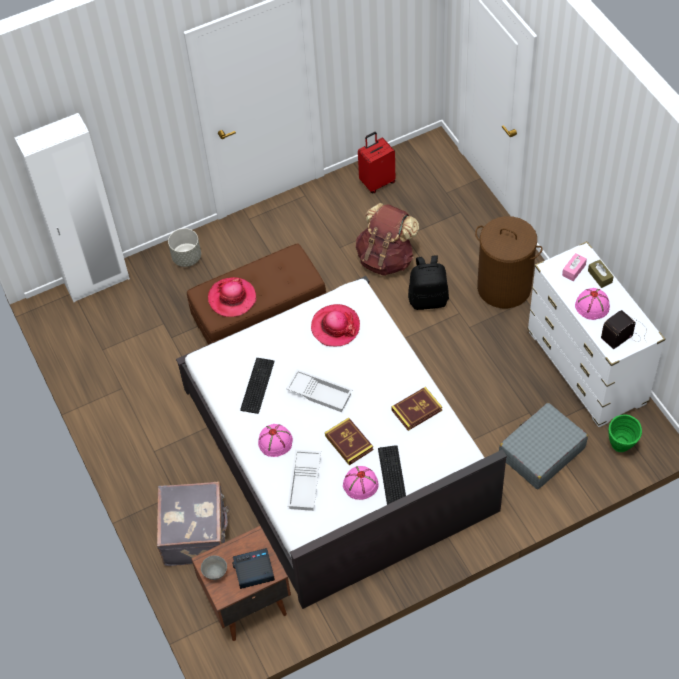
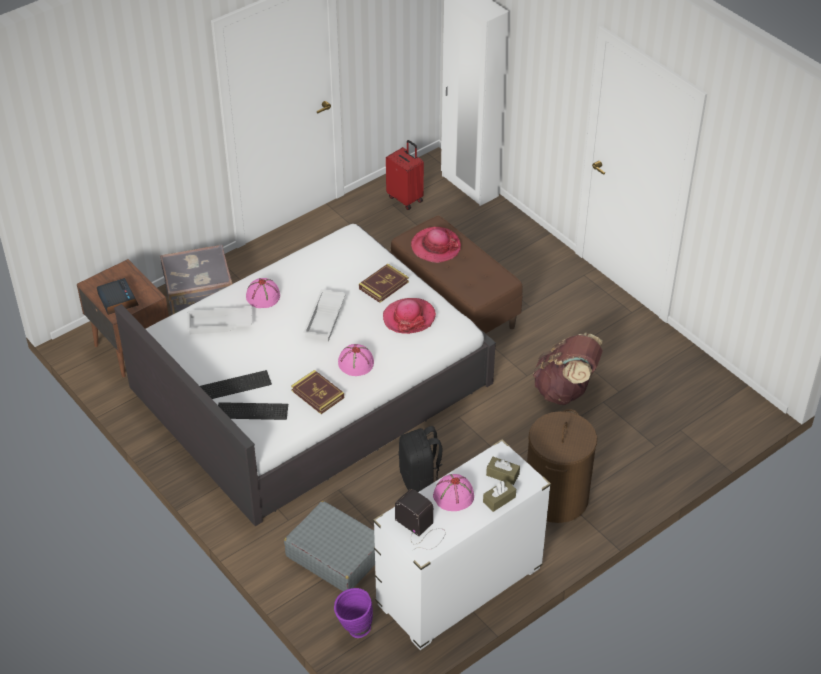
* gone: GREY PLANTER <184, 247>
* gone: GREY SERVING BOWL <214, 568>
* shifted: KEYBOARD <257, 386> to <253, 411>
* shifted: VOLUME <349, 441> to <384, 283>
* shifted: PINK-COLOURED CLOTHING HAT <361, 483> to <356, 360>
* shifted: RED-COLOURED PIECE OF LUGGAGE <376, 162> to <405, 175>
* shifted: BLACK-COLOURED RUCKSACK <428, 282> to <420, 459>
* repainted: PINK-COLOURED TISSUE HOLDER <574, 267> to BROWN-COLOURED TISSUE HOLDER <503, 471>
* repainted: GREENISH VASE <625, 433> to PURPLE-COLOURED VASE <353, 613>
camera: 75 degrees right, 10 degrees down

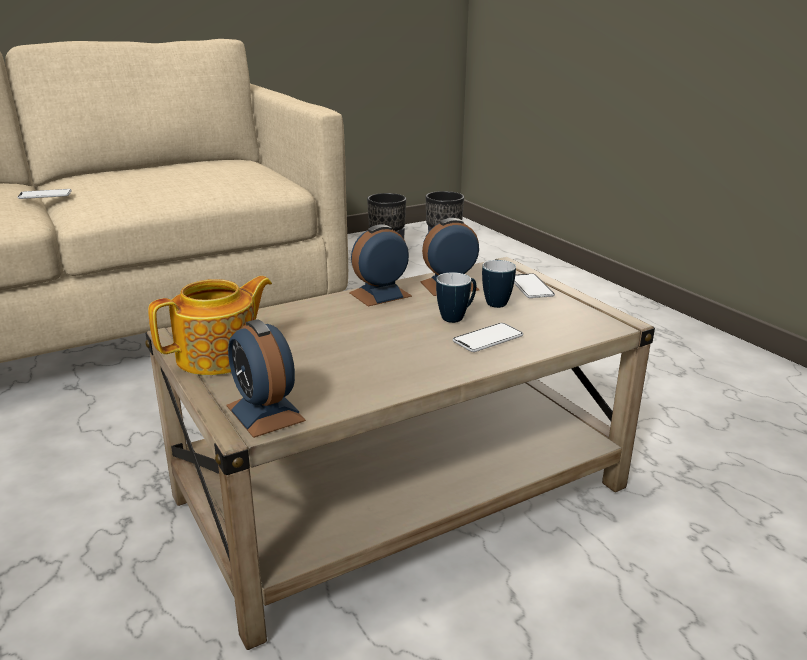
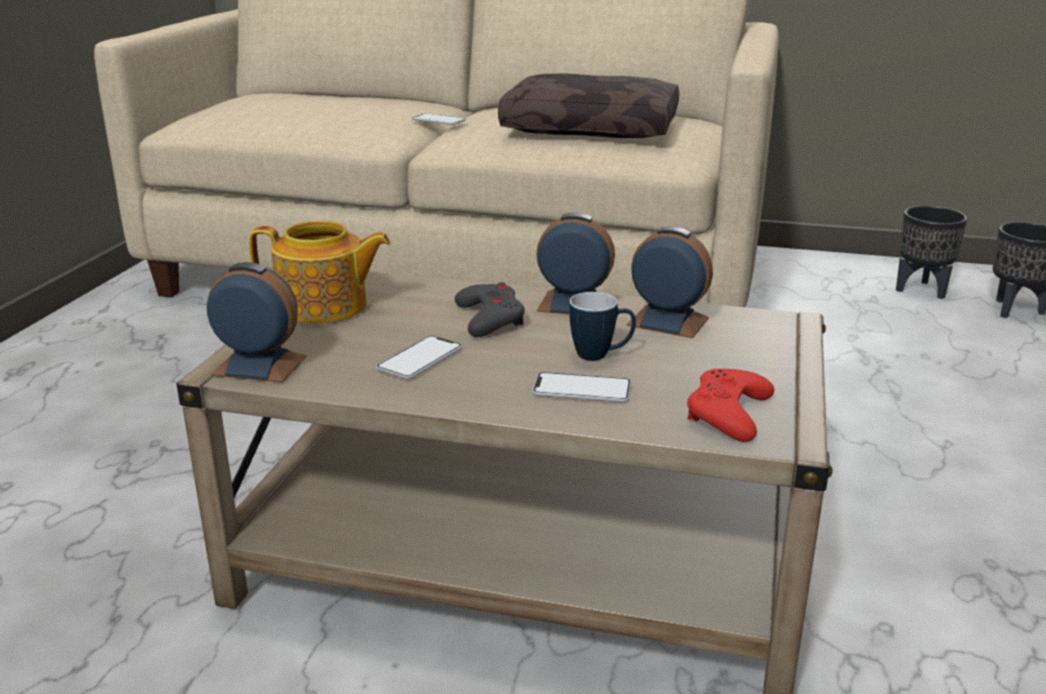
* gone: MUG <499, 284>
* new: GREY GAME CONTROLLER <490, 309>
* new: BROWN-COLOURED PILLOW <588, 105>
* new: RED-COLOURED GAME CONTROLLER <730, 405>
* shifted: PHONE <534, 285> to <419, 357>
* rotated: BEDSIDE CLOCK <266, 378> = <256, 322> 90 degrees clockwise
camera: 45 degrees right, 0 degrees up

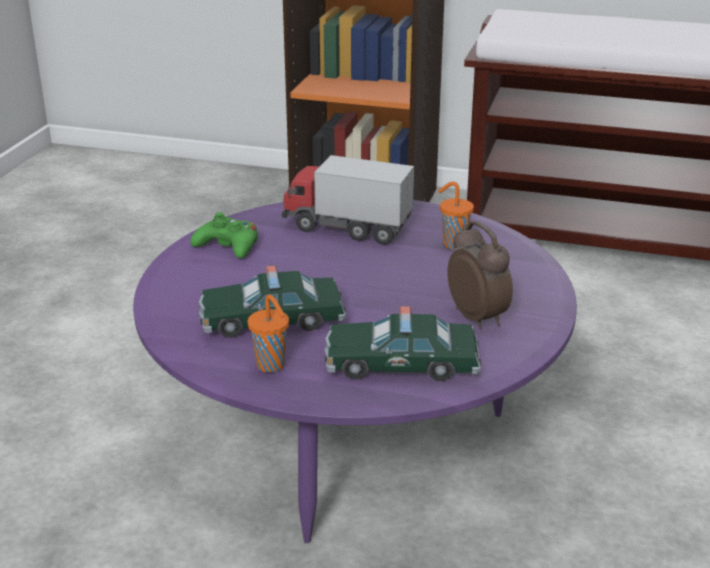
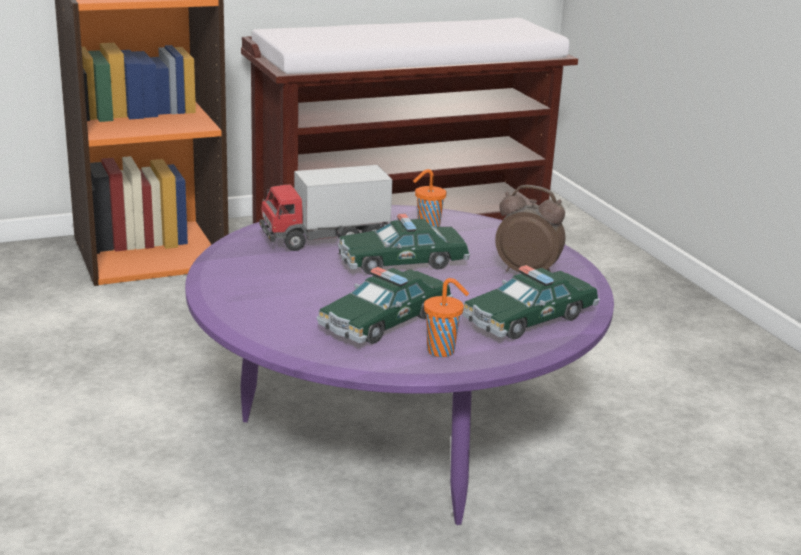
* gone: GREENISH GAME CONTROLLER <224, 235>
* new: MODEL CAR <404, 244>
camera: 40 degrees left, 5 degrees down

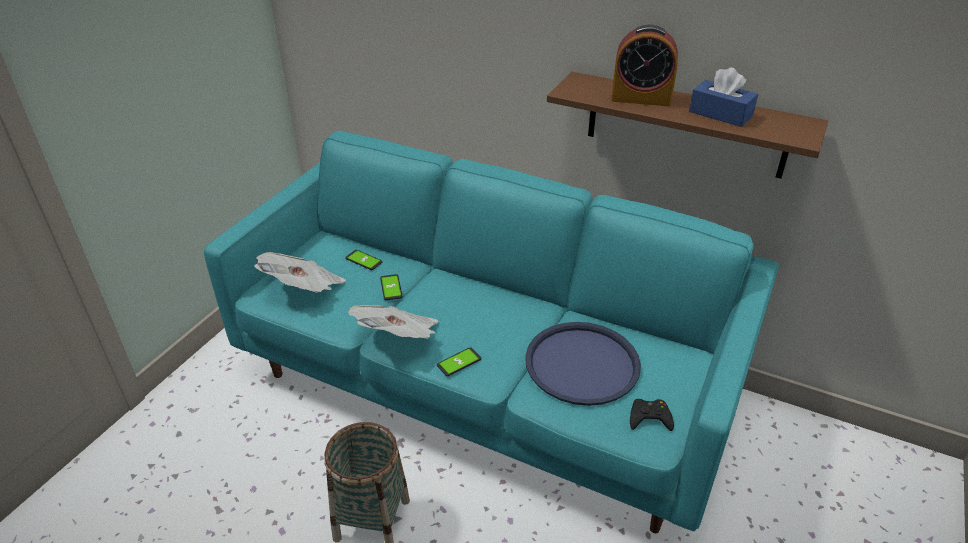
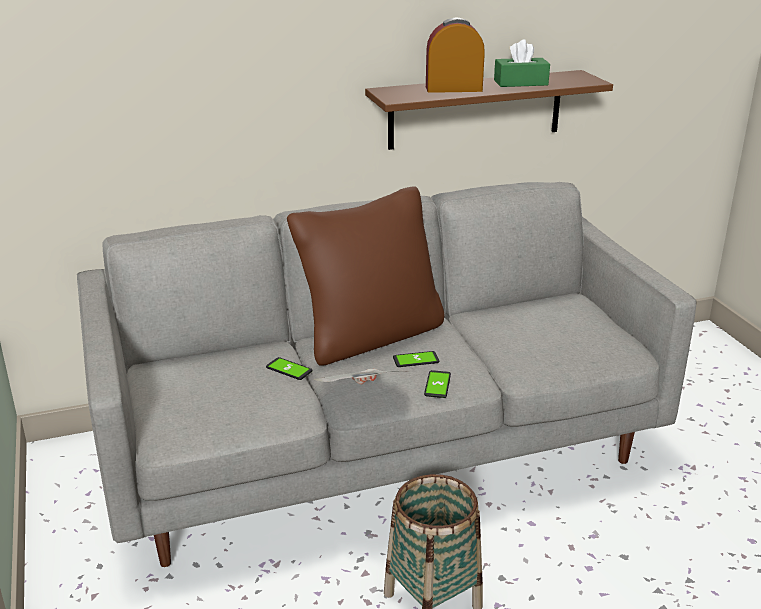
* gone: DAILY PAPER <300, 272>
* gone: BLUE CARRYING TRAY <583, 364>
* gone: BLACK-COLOURED GAME CONTROLLER <652, 415>
* new: BROWN-COLOURED PILLOW <365, 276>
* shifted: PHONE <363, 260> to <416, 359>
* repainted: BLUE-GREEN COUCH <491, 332> to GREY COUCH <386, 374>
* repainted: BLUE TISSUE HOLDER <723, 97> to GREENISH TISSUE HOLDER <522, 63>
* rotated: BEDSIDE CLOCK <644, 65> = <455, 55> 150 degrees counterclockwise
camera: 45 degrees left, 10 degrees down

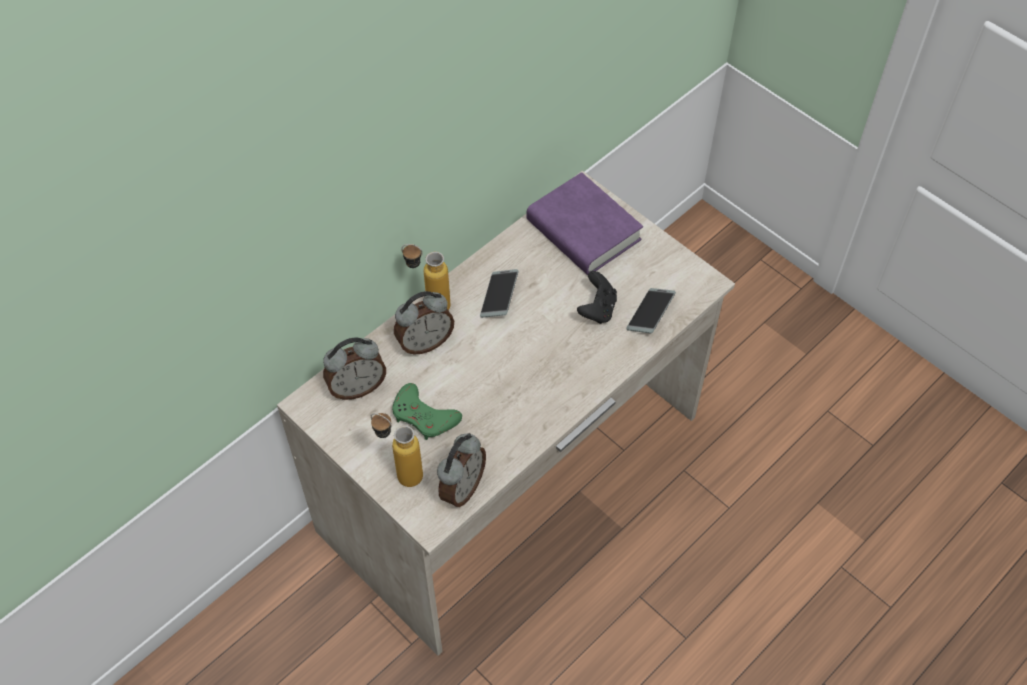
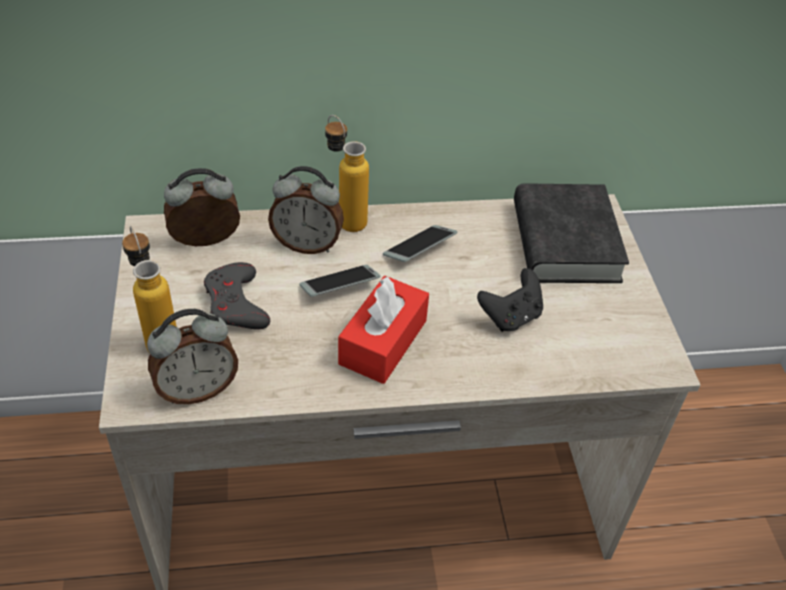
* new: RED-COLOURED TISSUE HOLDER <383, 330>
* shifted: PHONE <651, 310> to <340, 281>
* repainted: GREENISH GAME CONTROLLER <427, 411> to GREY GAME CONTROLLER <237, 296>
* repainted: PURPLE-COLOURED VOLUME <584, 223> to BLACK-COLOURED VOLUME <571, 233>
* rotated: BEDSIDE CLOCK <354, 368> = <202, 207> 150 degrees clockwise
camera: 35 degrees right, 10 degrees down

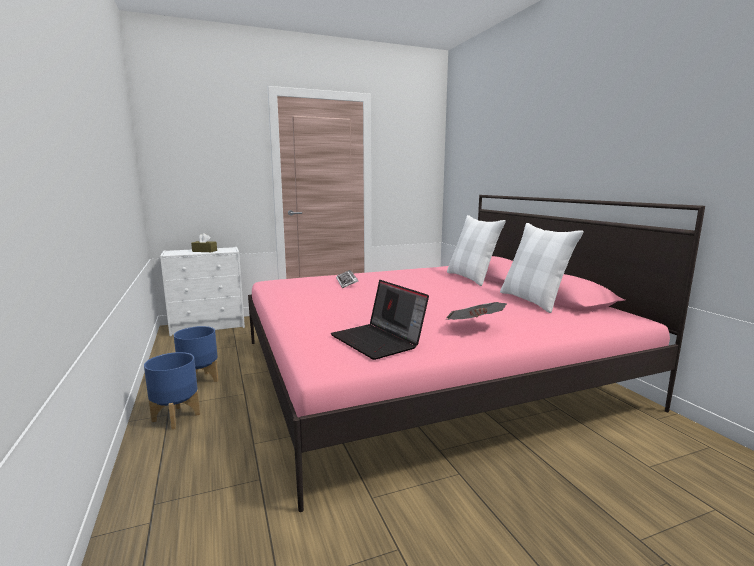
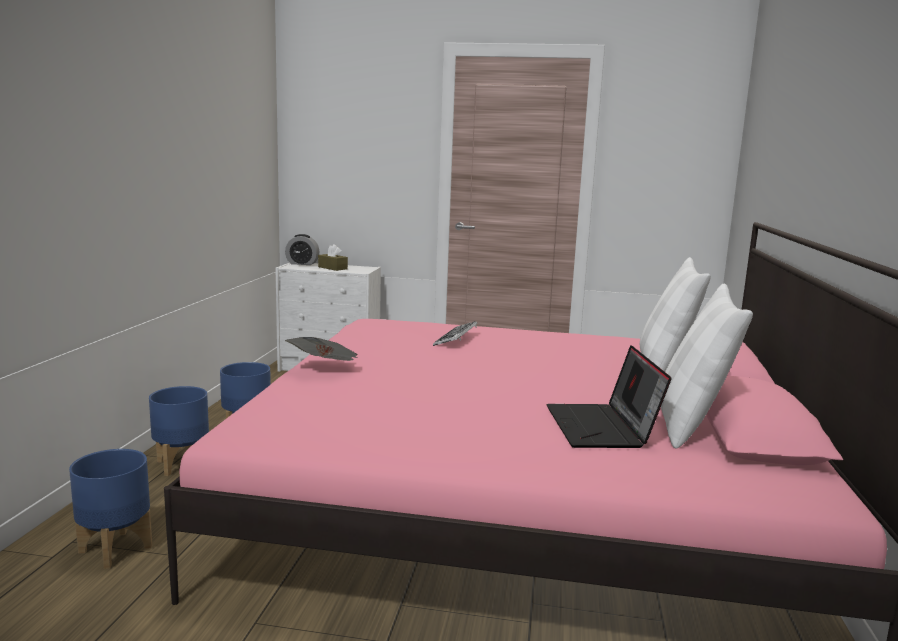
* new: BLUE PLANTER <110, 509>
* new: BEDSIDE CLOCK <302, 249>
* shifted: LAPTOP <380, 320> to <609, 396>
* shifted: DAILY PAPER <476, 311> to <321, 349>
camera: 30 degrees right, 0 degrees up

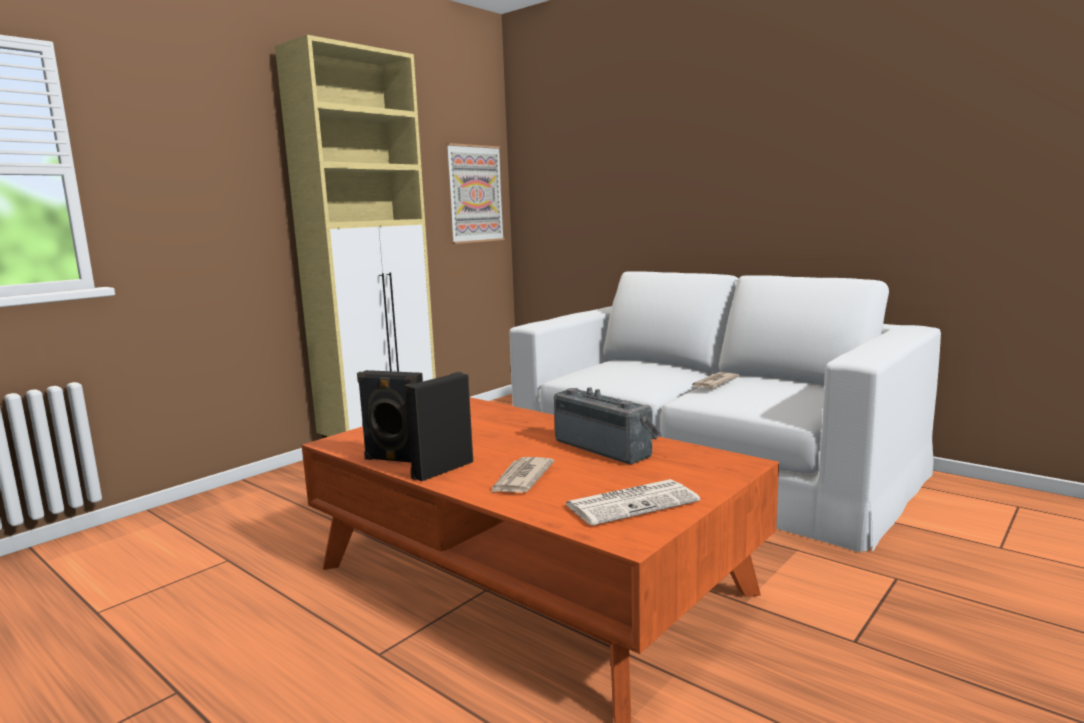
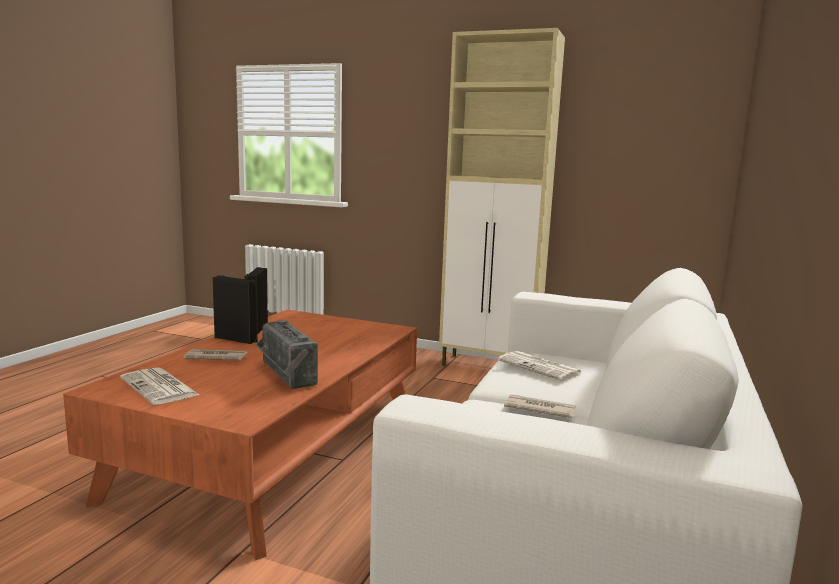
* gone: WALL ART <475, 193>
* new: DAILY PAPER <539, 366>
* rotated: RADIO SET <607, 425> = <286, 354> 120 degrees clockwise
camera: 70 degrees right, 0 degrees up

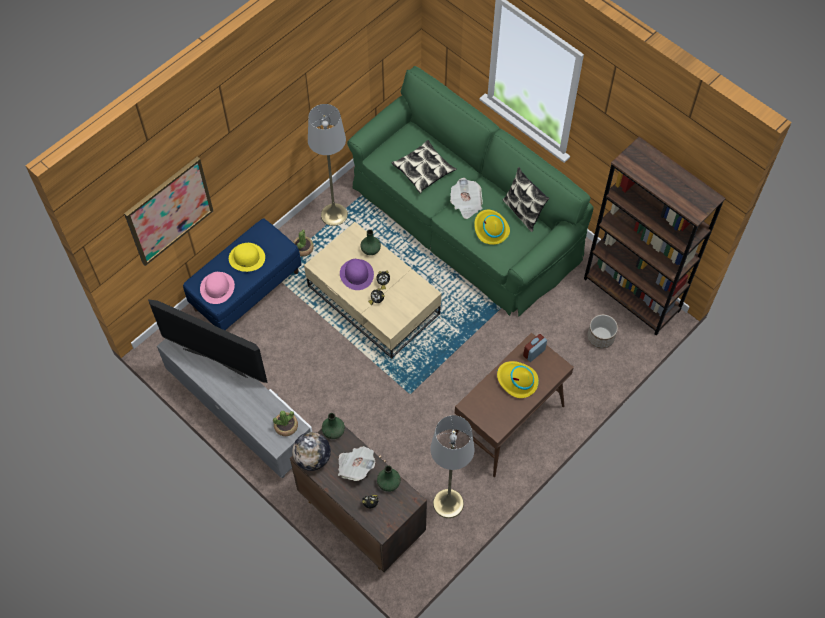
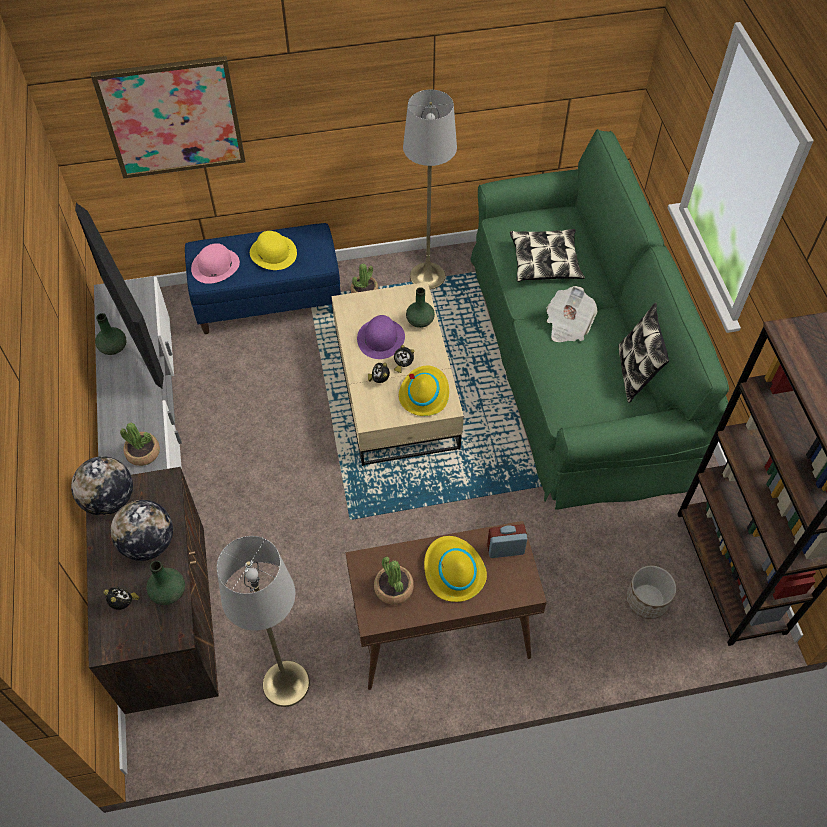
* new: PLANT IN A POT <394, 581>
* shifted: GREENISH VASE <333, 426> to <111, 334>
* shifted: YELLOW CLOTHING HAT <492, 227> to <424, 391>
* swapped: DAILY PAPER <356, 463> to GLOBE <141, 530>
camera: 35 degrees right, 5 degrees down

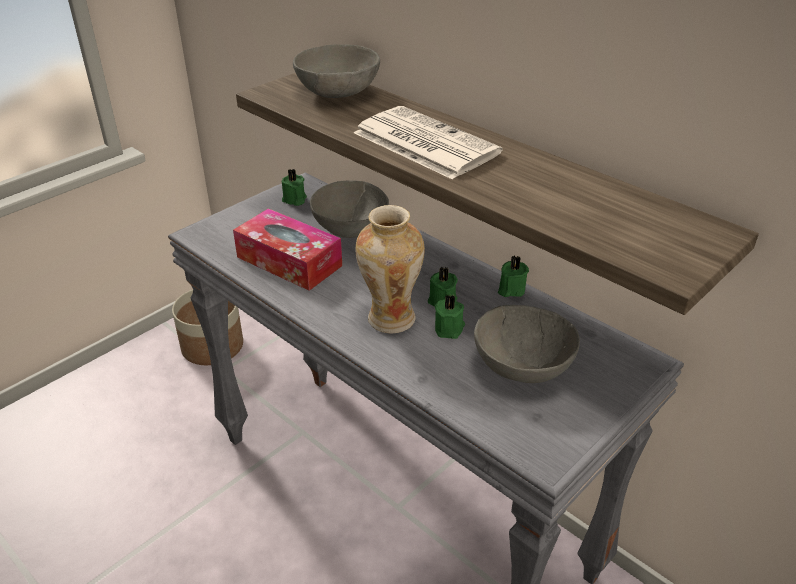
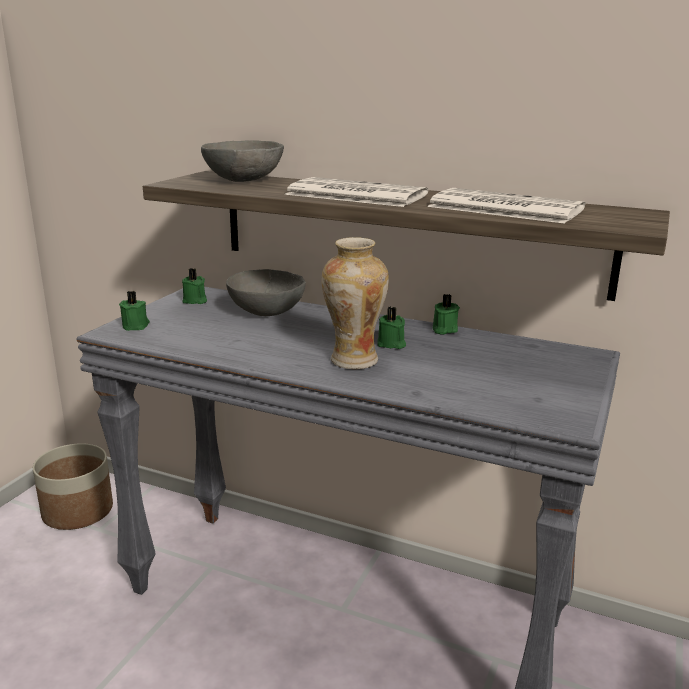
* gone: TISSUE HOLDER <287, 249>
* gone: GREY SERVING BOWL <527, 344>
* new: DAILY PAPER <506, 206>
* shifted: GREENISH WAX LIGHT <450, 316> to <134, 311>
camera: 20 degrees left, 15 degrees down

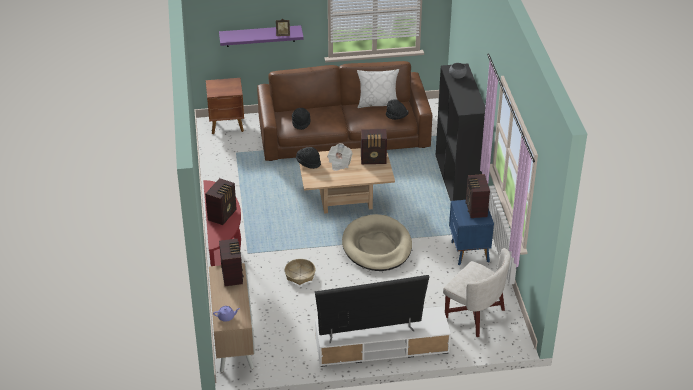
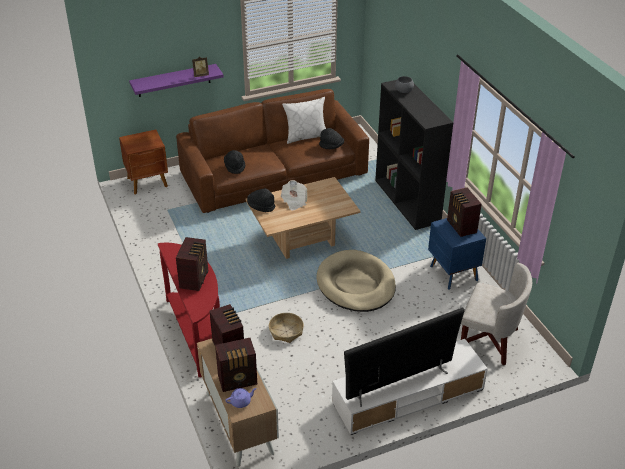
* shifted: RADIO SET <374, 147> to <236, 365>
camera: 15 degrees left, 0 degrees up

